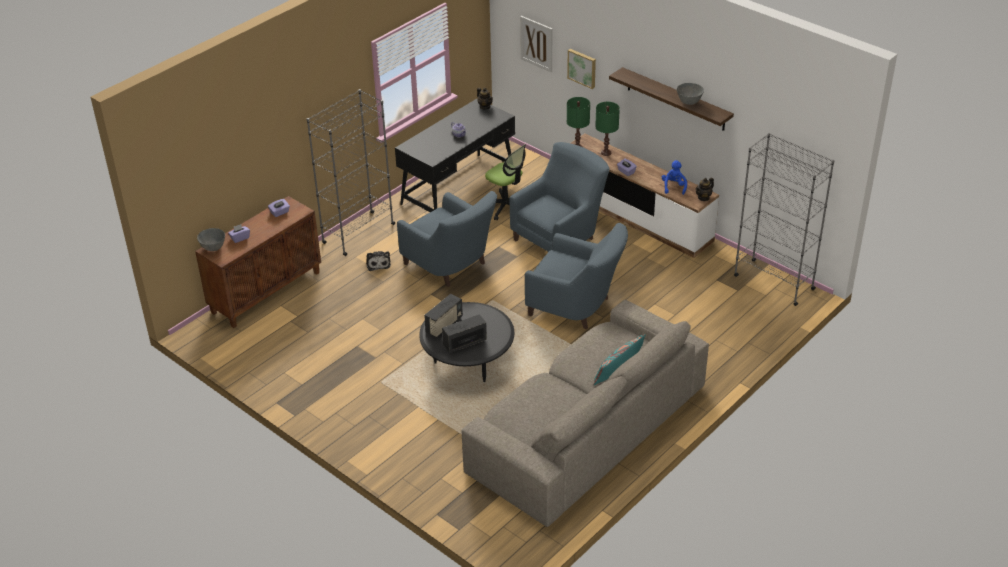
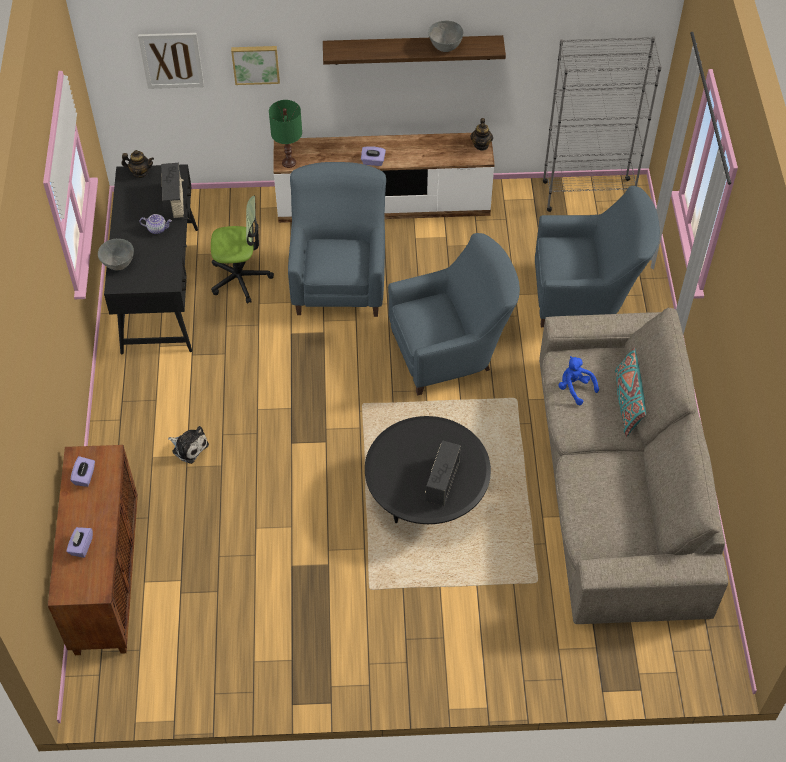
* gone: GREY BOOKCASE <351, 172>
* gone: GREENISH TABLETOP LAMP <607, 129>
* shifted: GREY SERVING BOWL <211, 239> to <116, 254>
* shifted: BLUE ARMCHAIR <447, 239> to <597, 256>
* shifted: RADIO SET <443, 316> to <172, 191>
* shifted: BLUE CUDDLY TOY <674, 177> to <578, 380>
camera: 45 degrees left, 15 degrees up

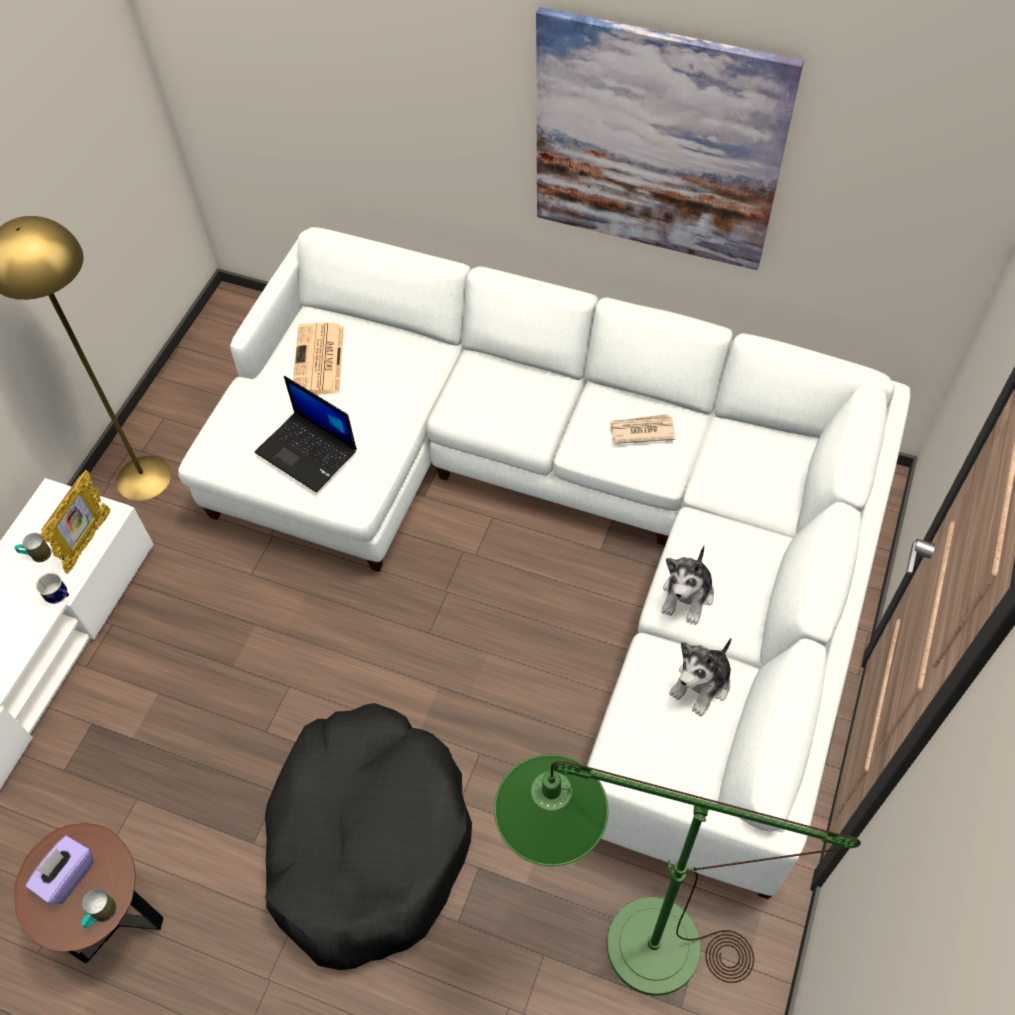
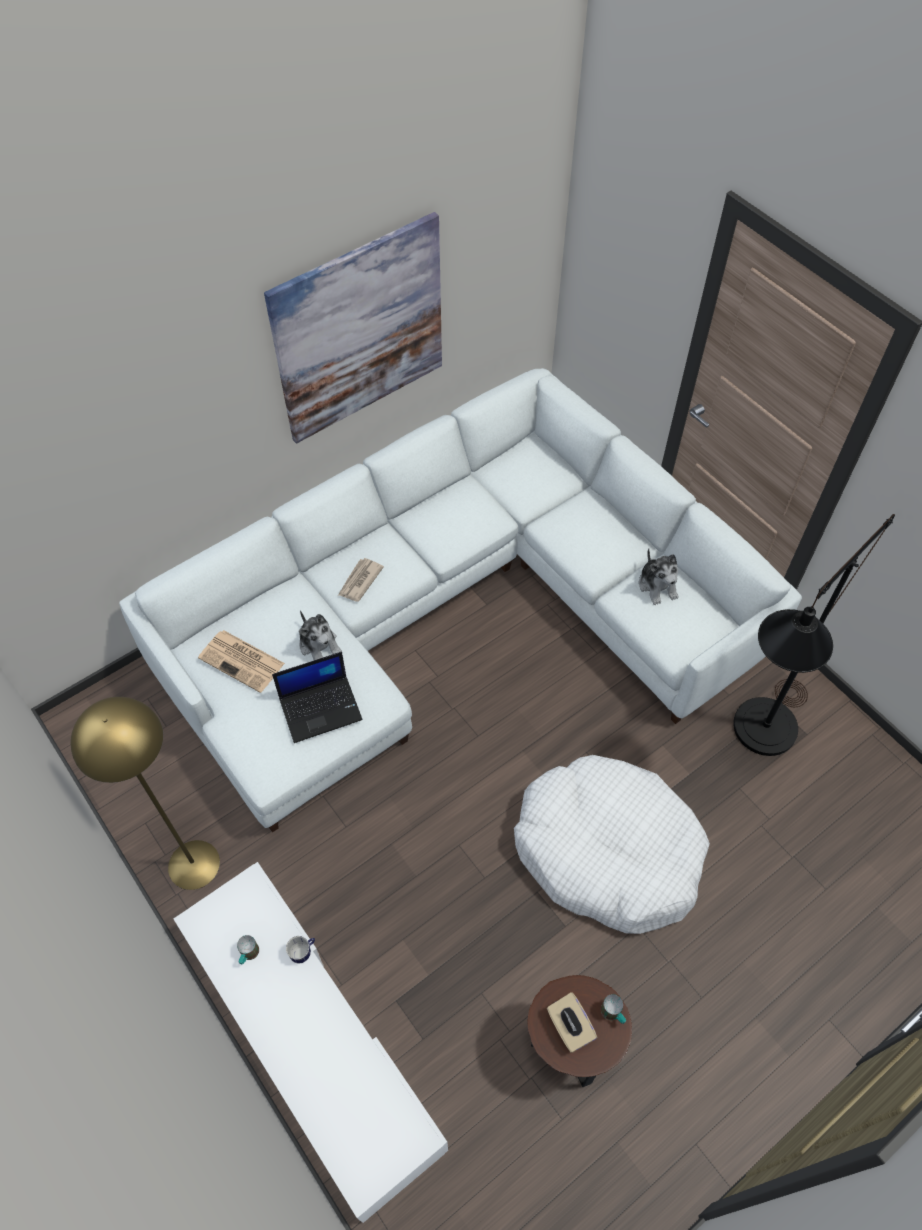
* gone: PHOTO FRAME <75, 521>
* shifted: DAILY PAPER <642, 429> to <361, 580>
* shifted: CUDDLY TOY <688, 585> to <320, 635>
* repainted: PURPLE-COLOURED TISSUE HOLDER <60, 870> to BEIGE-COLOURED TISSUE HOLDER <572, 1022>
* repainted: BLACK-COLOURED DOG CUSHION <368, 836> to WHITISH DOG CUSHION <612, 844>
* repainted: GREENISH STANDING LAMP <677, 875> to BLACK-COLOURED STANDING LAMP <814, 635>
camera: 60 degrees left, 0 degrees up

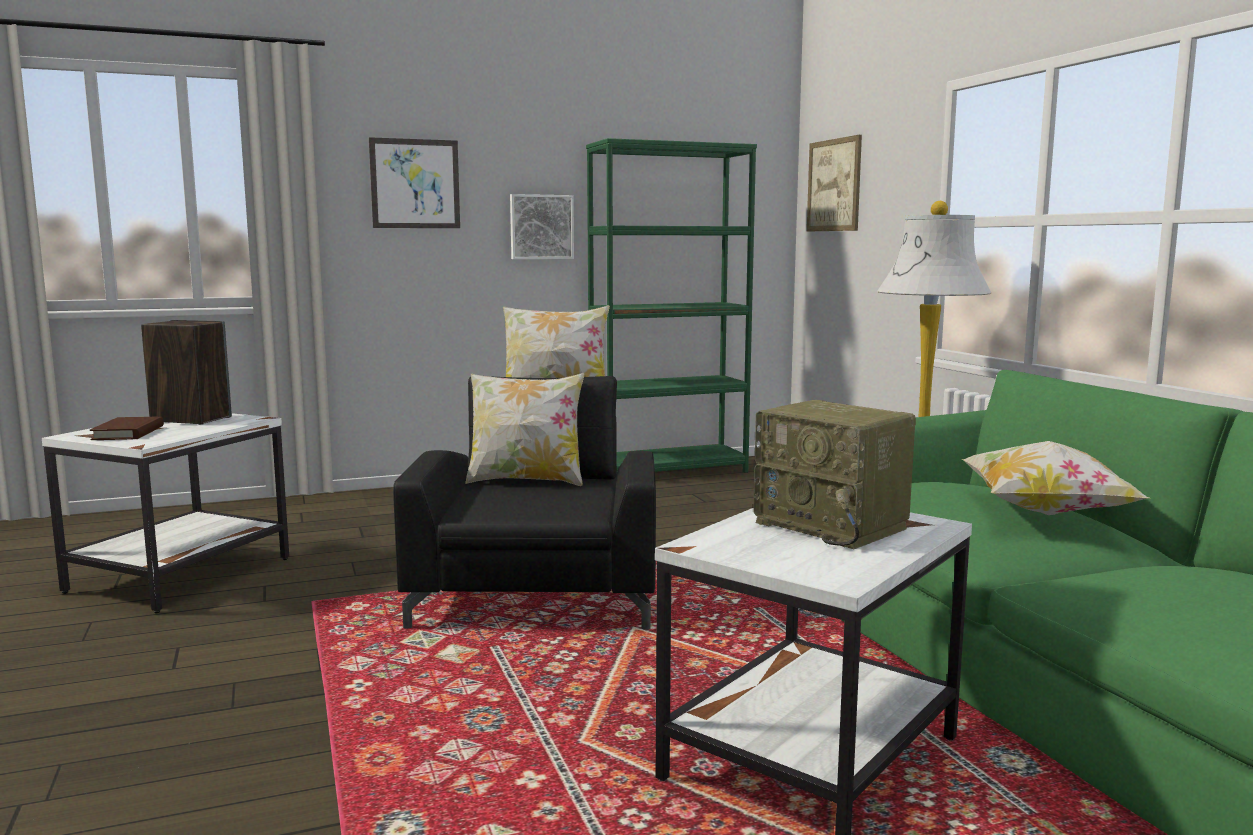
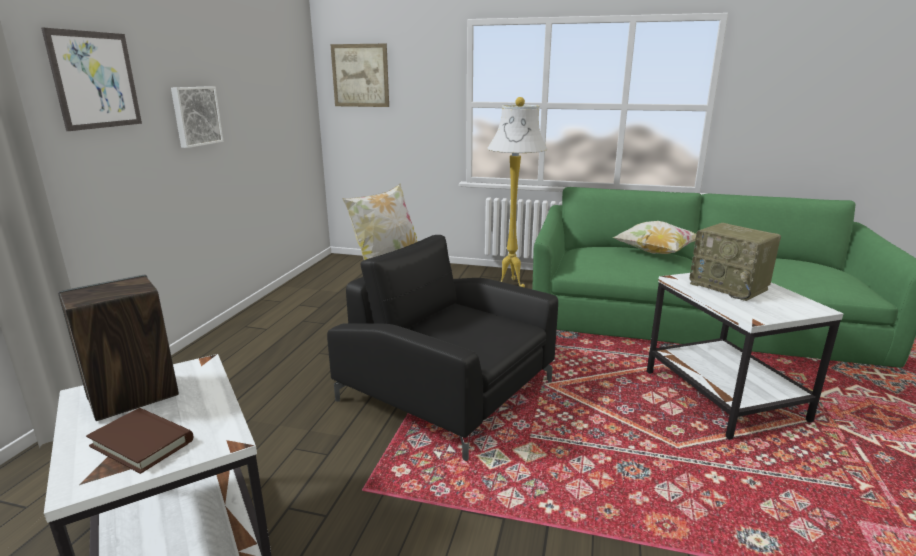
* gone: PILLOW <525, 429>
* gone: GREENISH BOOKCASE <671, 305>
* rotated: RADIO SET <834, 474> = <735, 262> 60 degrees clockwise
camera: 55 degrees left, 10 degrees up

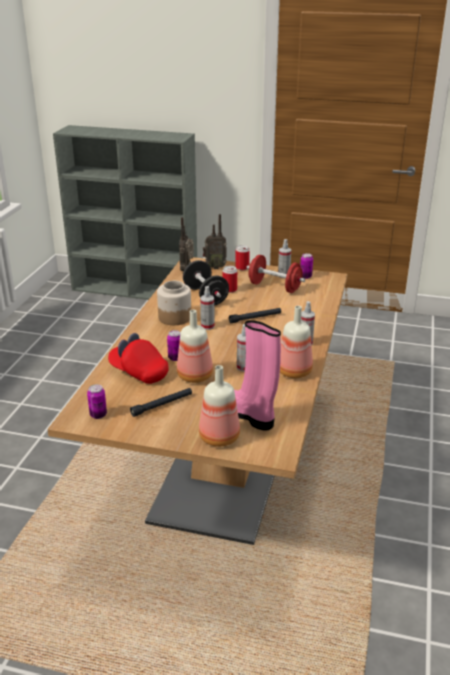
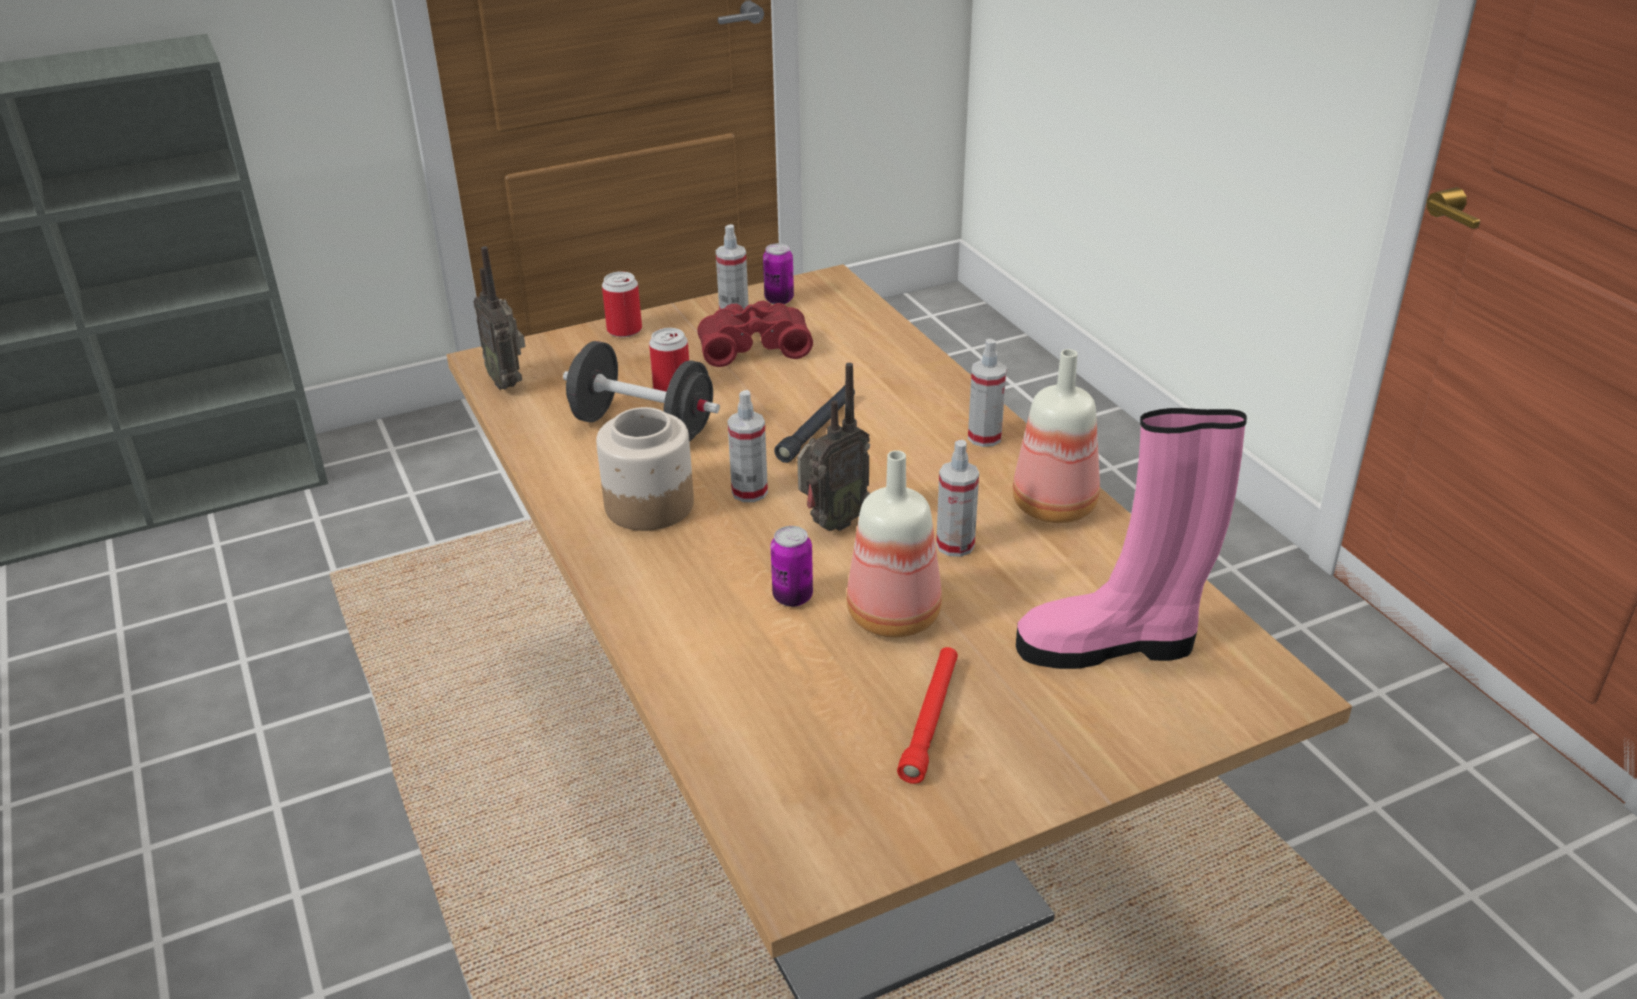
* gone: CAN <97, 401>
* gone: RED-COLOURED BASEBALL CAP <138, 358>
* gone: BEVERAGE BOTTLE <219, 406>
* shifted: RADIO SET <215, 241> to <833, 447>
* swapped: RED-COLOURED HAND WEIGHT <276, 274> to RED-COLOURED FIELD GLASSES <755, 334>
* repainted: BLACK-COLOURED TORCH <161, 402> to RED-COLOURED TORCH <927, 715>
camera: 40 degrees left, 5 degrees up

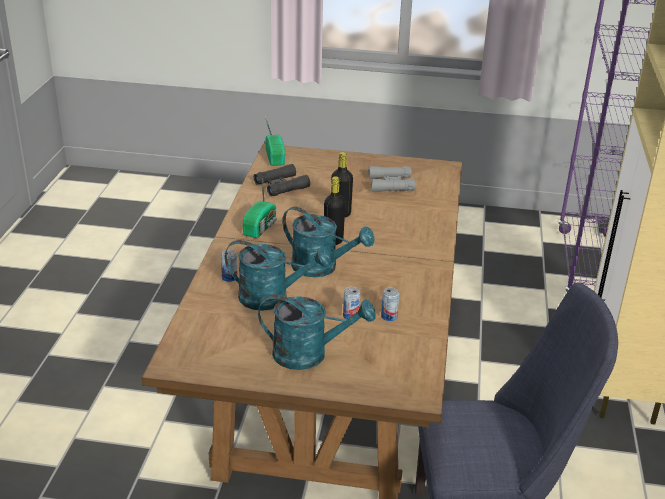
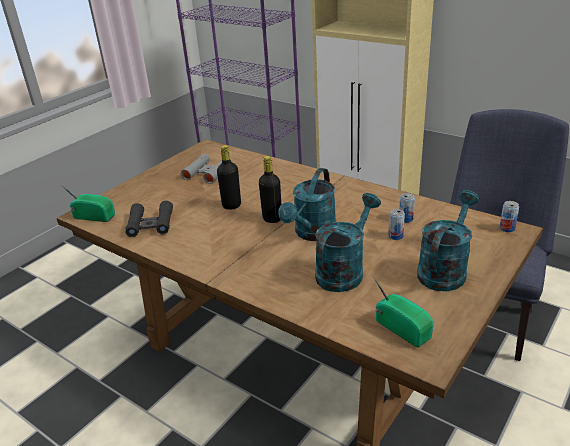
* shifted: CAN <229, 265> to <509, 216>
* shifted: RADIO SET <260, 212> to <403, 312>
* rotated: BLUE-GREEN SPRINKLING CAN <328, 242> = <307, 204> 150 degrees clockwise
camera: 60 degrees left, 0 degrees up

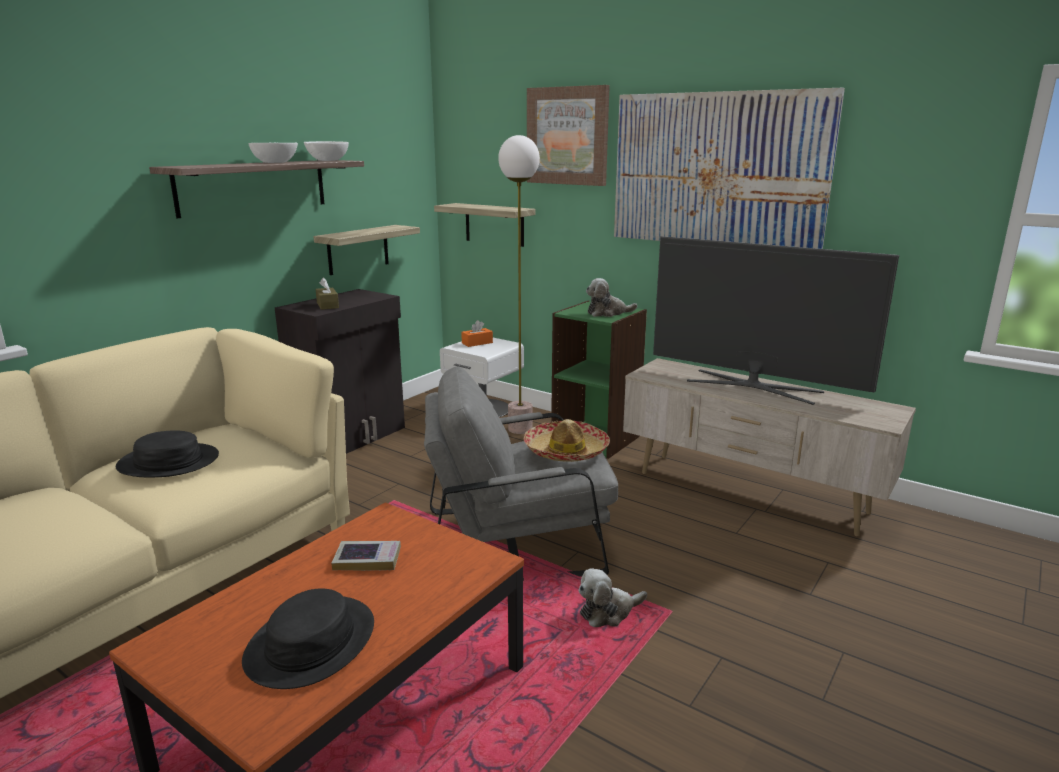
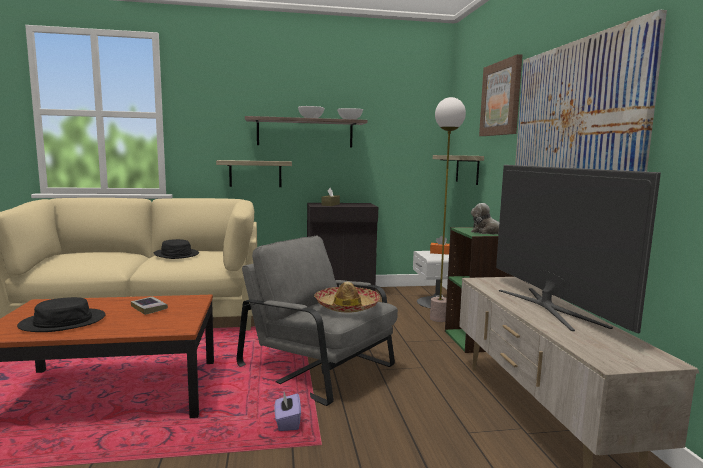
* shifted: BRACKET SHELF <366, 250> to <254, 173>
* swapped: CUDDLY TOY <612, 597> to PURPLE-COLOURED TISSUE HOLDER <288, 411>
camera: 45 degrees right, 10 degrees down

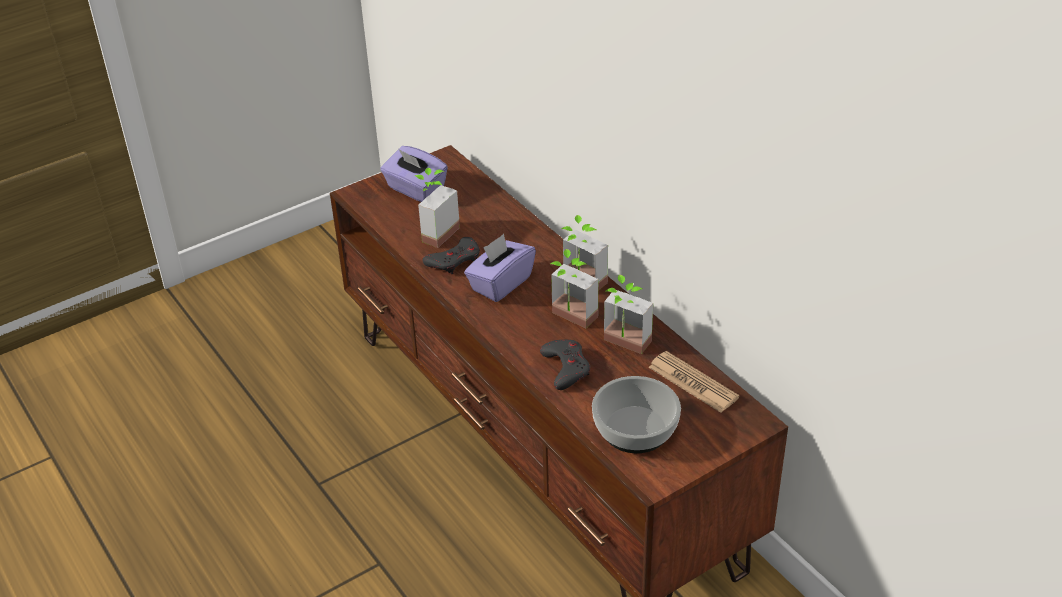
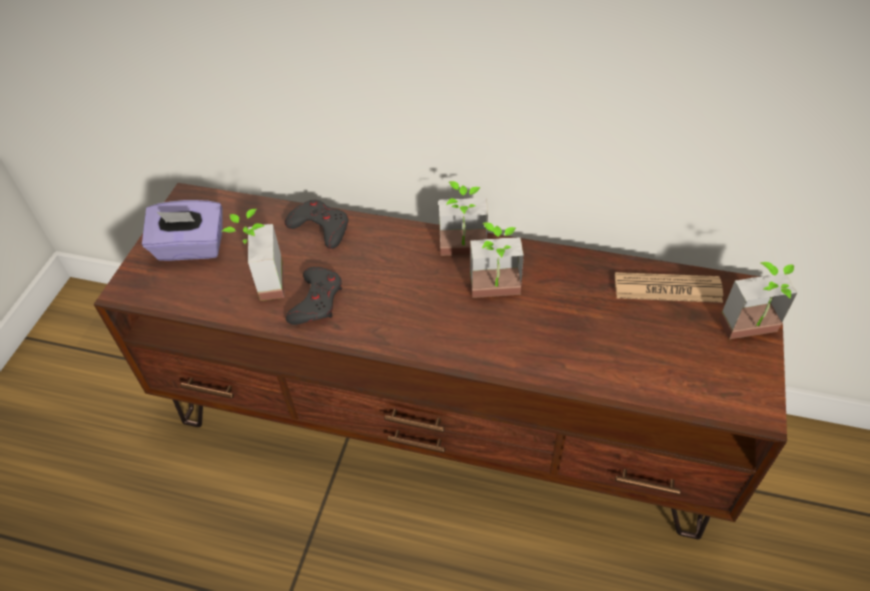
* gone: PURPLE-COLOURED TISSUE HOLDER <500, 268>
* gone: SERVING BOWL <636, 414>
* shifted: GREY GAME CONTROLLER <565, 365> to <316, 224>
* shifted: PLANT IN A POT <628, 314> to <758, 300>
camera: 40 degrees left, 10 degrees up

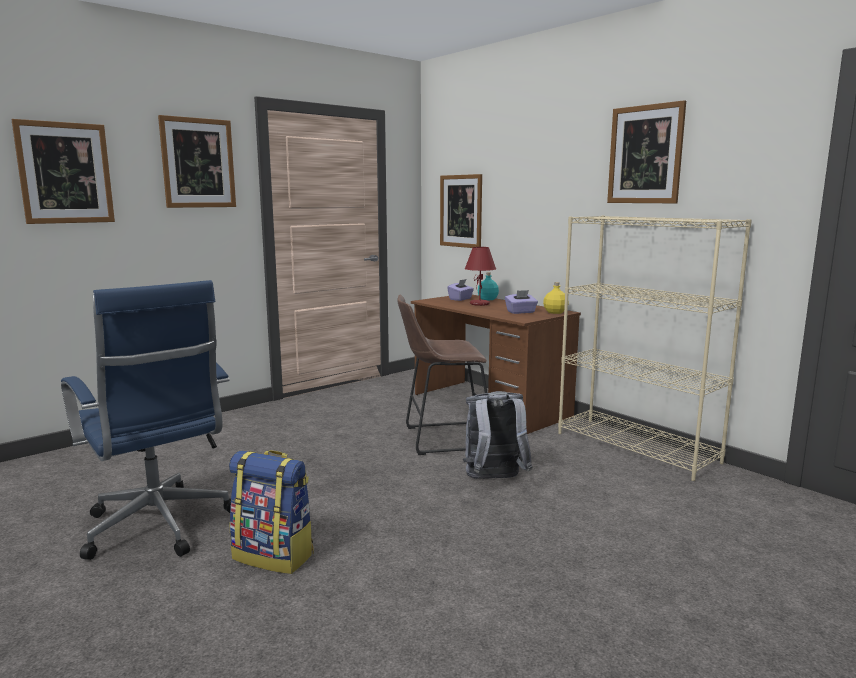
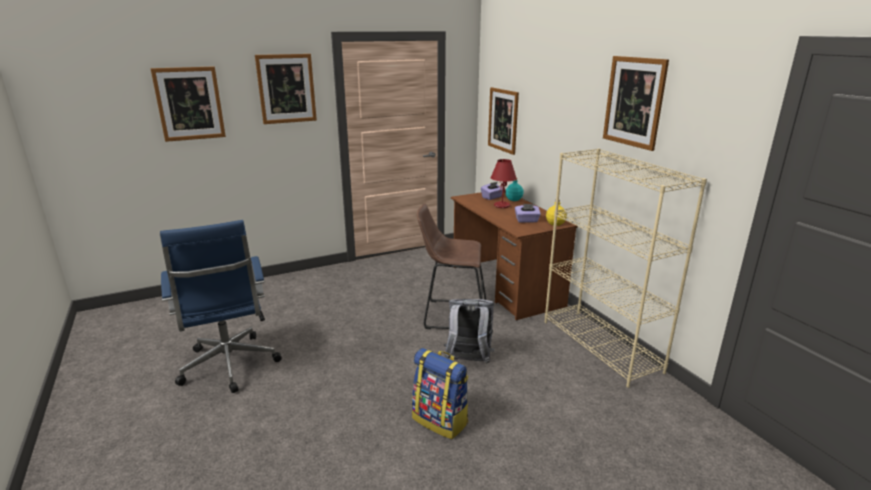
* shifted: RUCKSACK <271, 512> to <440, 393>
camera: 15 degrees right, 10 degrees up

